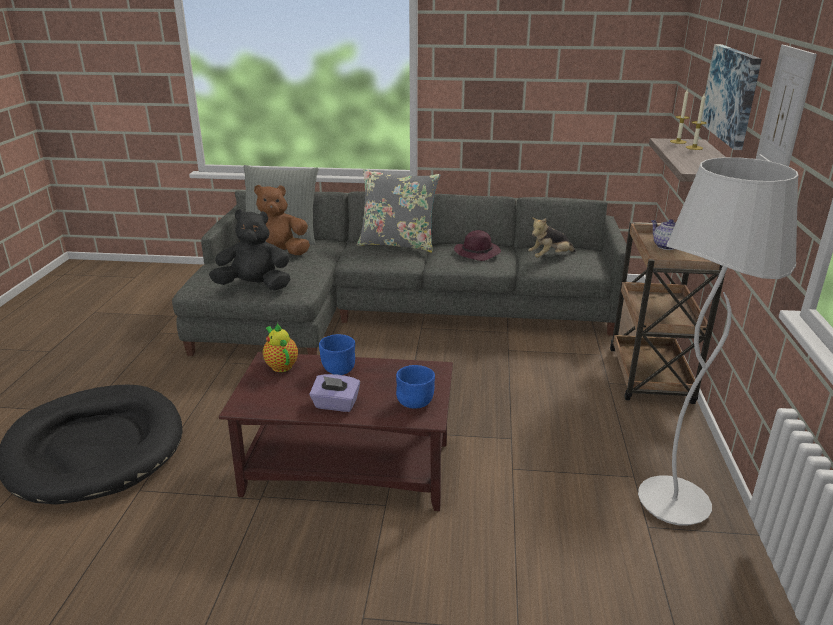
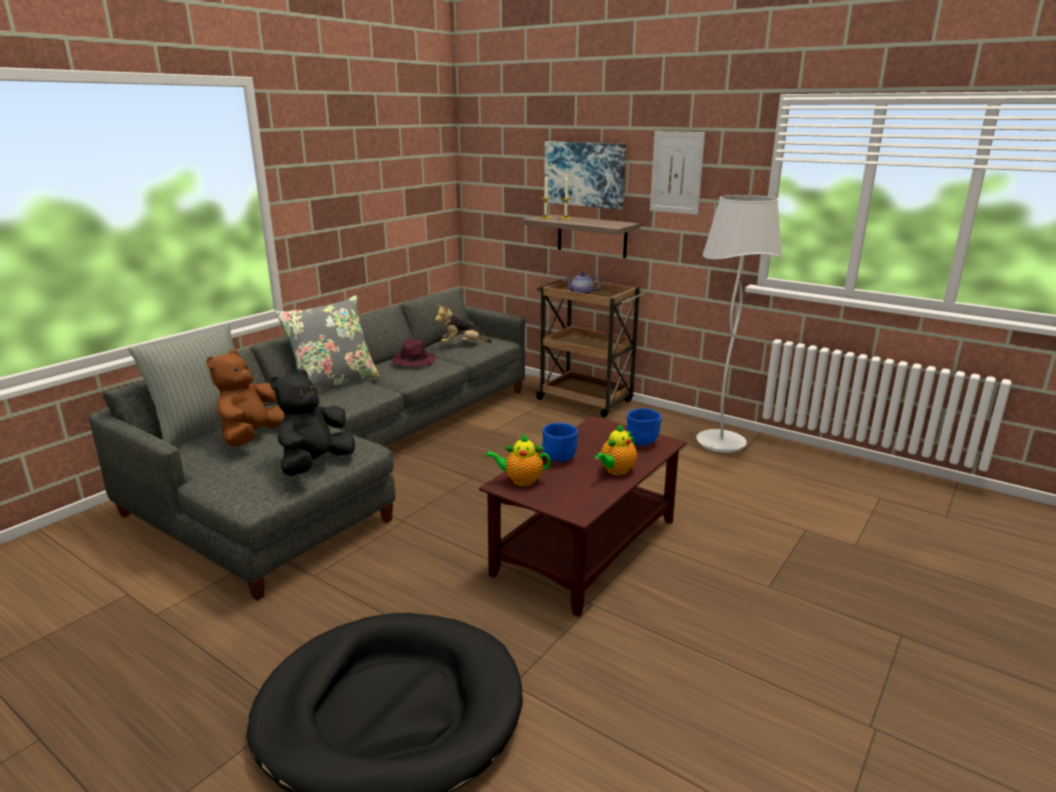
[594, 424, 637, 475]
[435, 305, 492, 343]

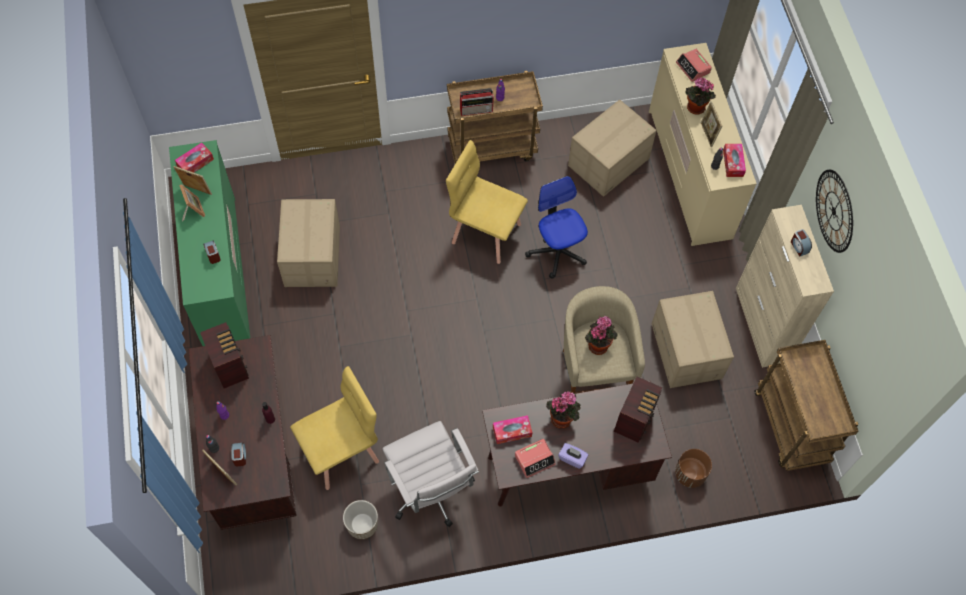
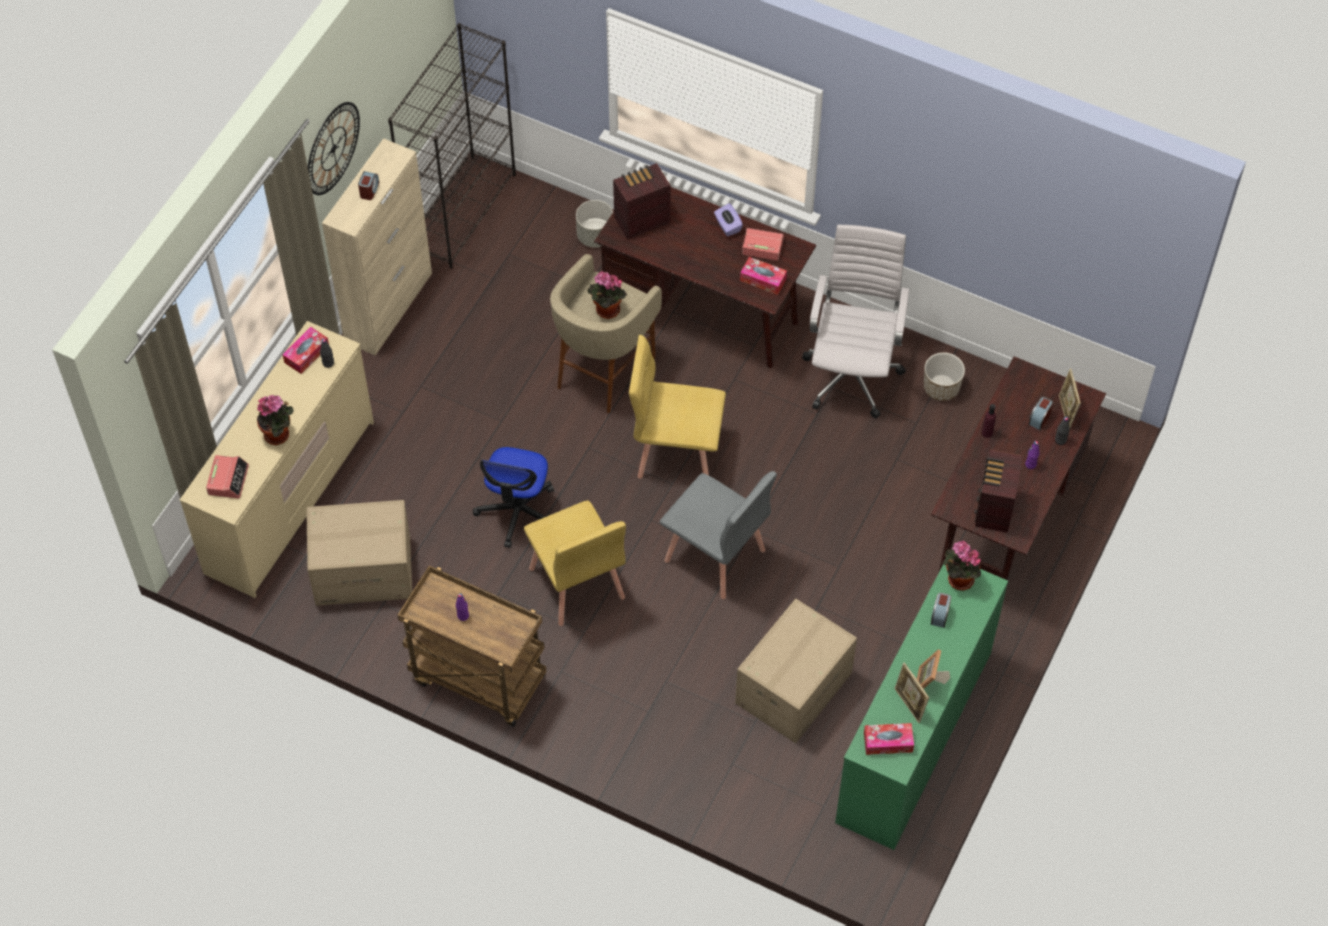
[629, 335, 726, 479]
[460, 88, 494, 116] (first image)
[943, 541, 981, 591]
[651, 291, 734, 388] (first image)
[576, 200, 613, 248]
[701, 101, 722, 147] (first image)
[388, 23, 516, 269]
[660, 471, 777, 599]

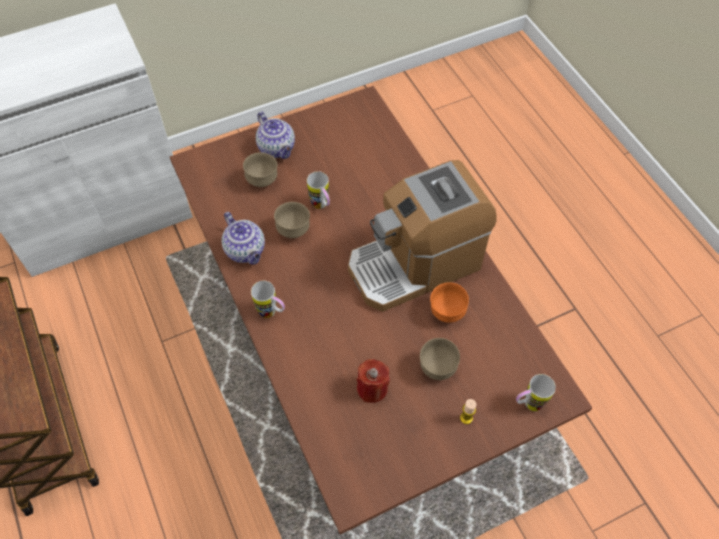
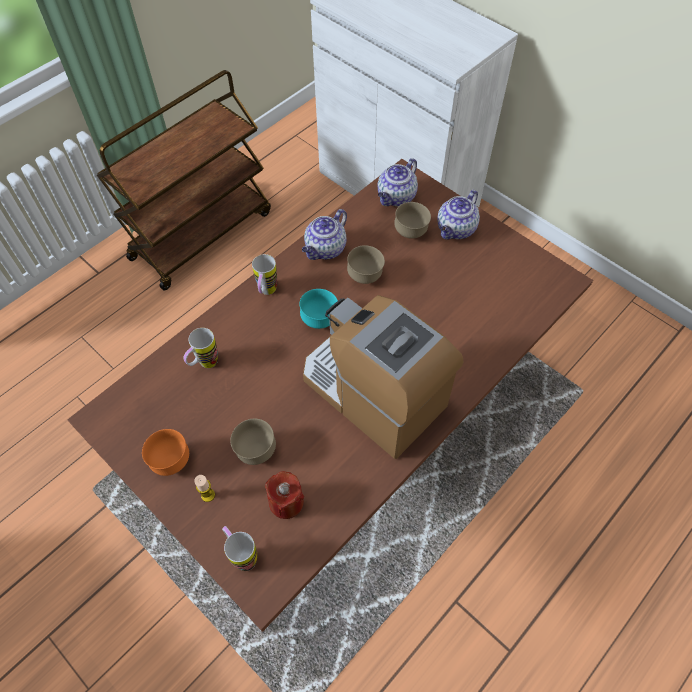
[183, 328, 218, 368]
[265, 471, 304, 519]
[142, 429, 189, 476]
[299, 289, 338, 329]
[378, 158, 418, 206]

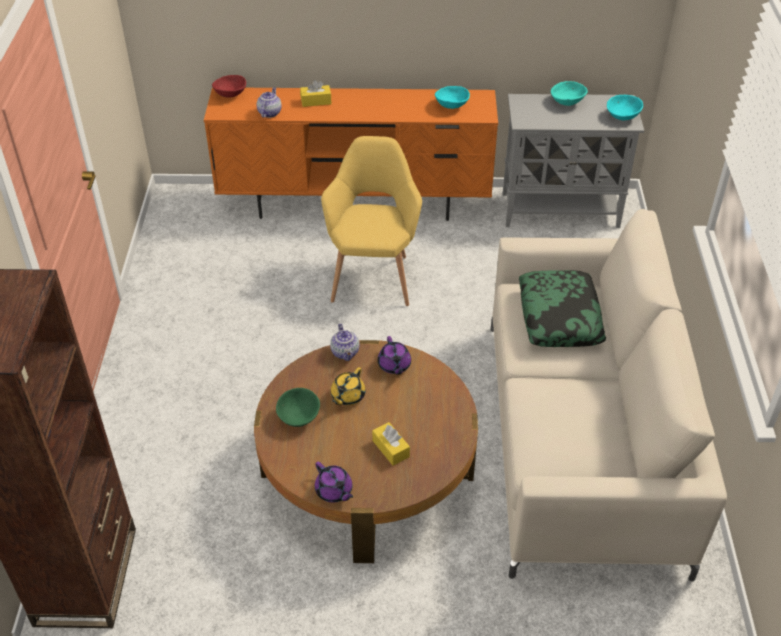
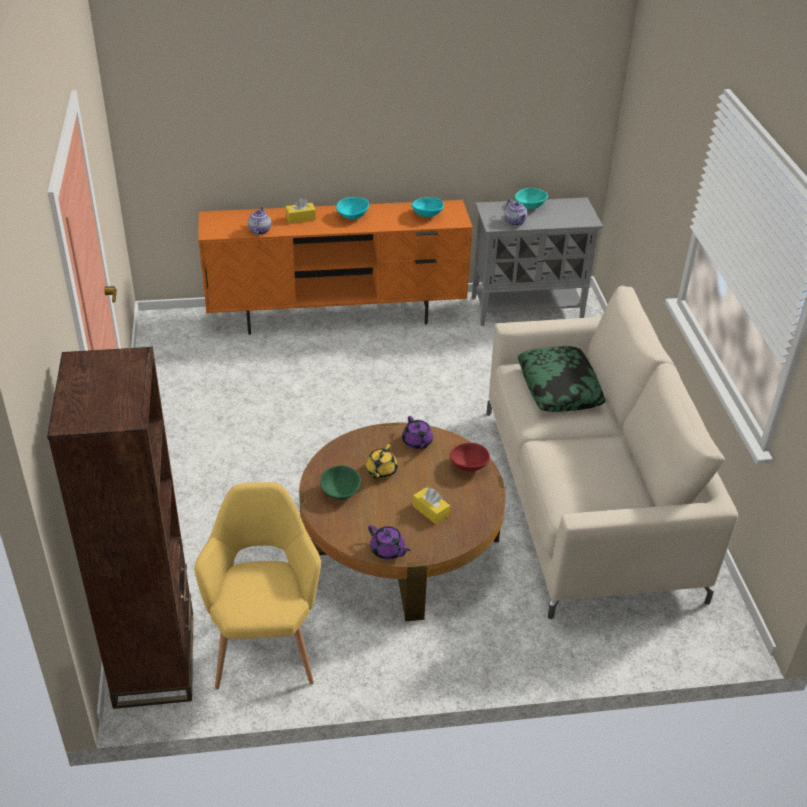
[450, 443, 490, 472]
[194, 482, 321, 689]
[505, 199, 527, 226]
[336, 197, 369, 220]

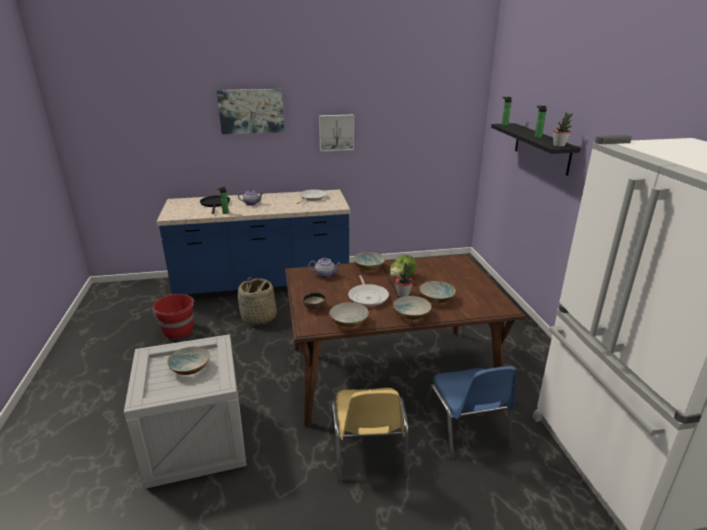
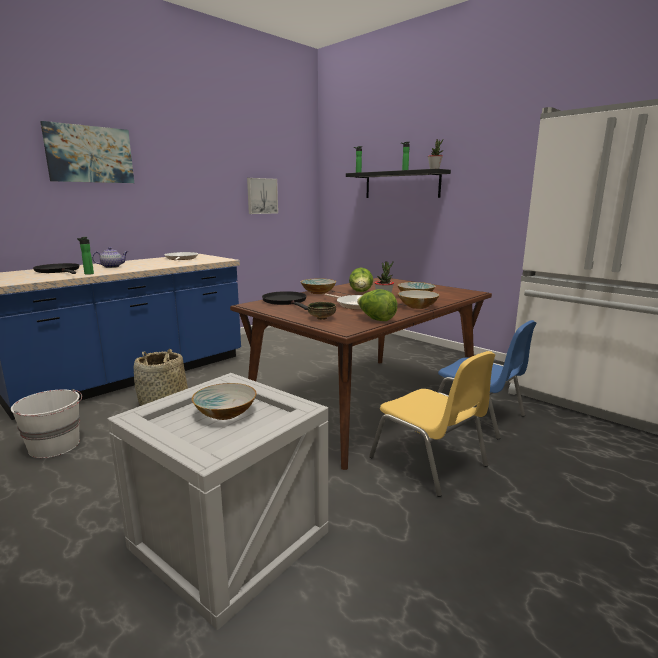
[11, 389, 82, 458]
[262, 291, 308, 310]
[247, 178, 278, 214]
[357, 289, 398, 321]

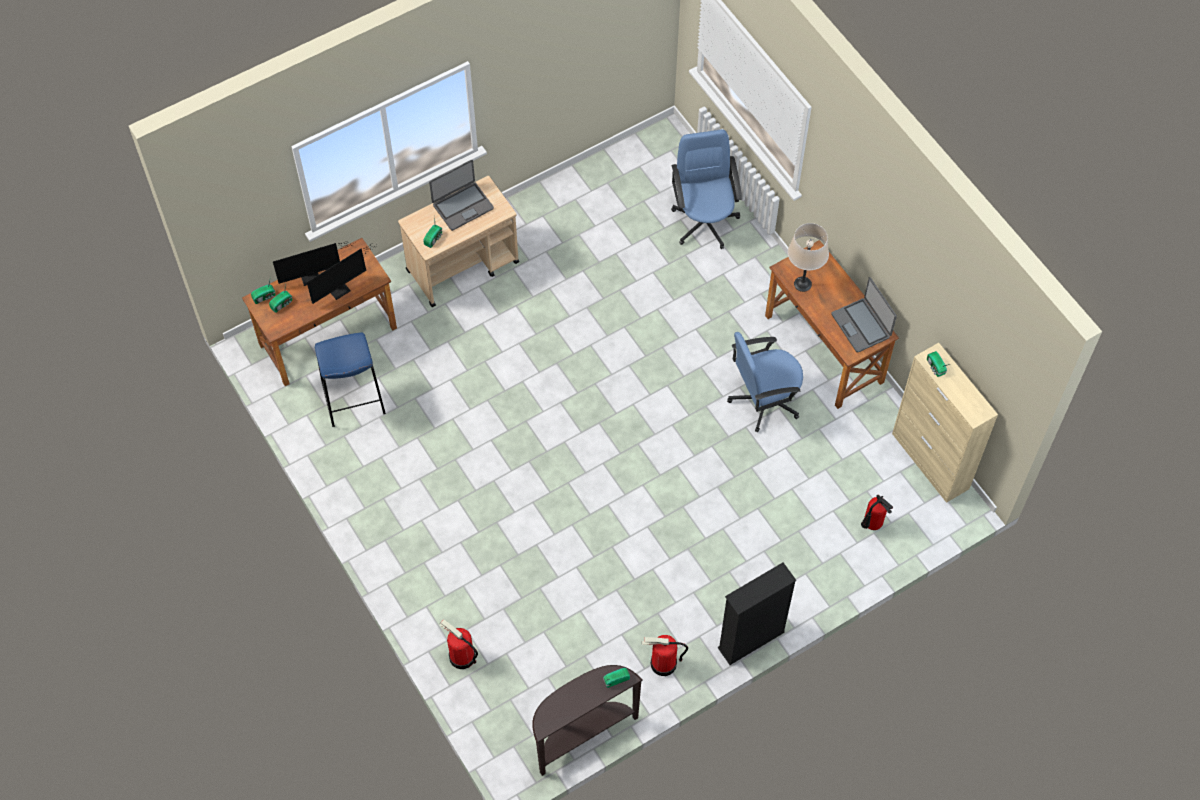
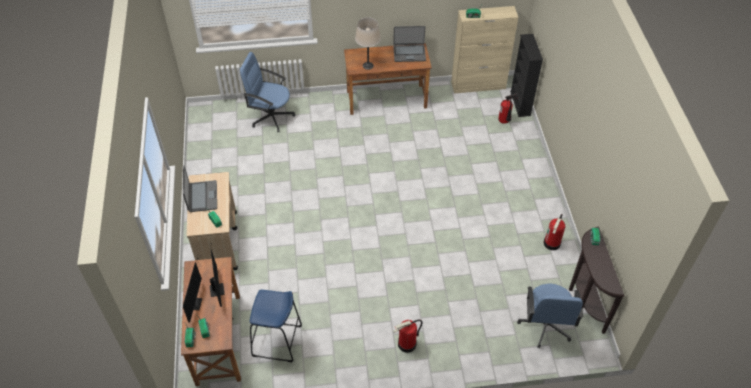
[393, 320, 423, 353]
[510, 34, 543, 117]
[517, 284, 583, 348]

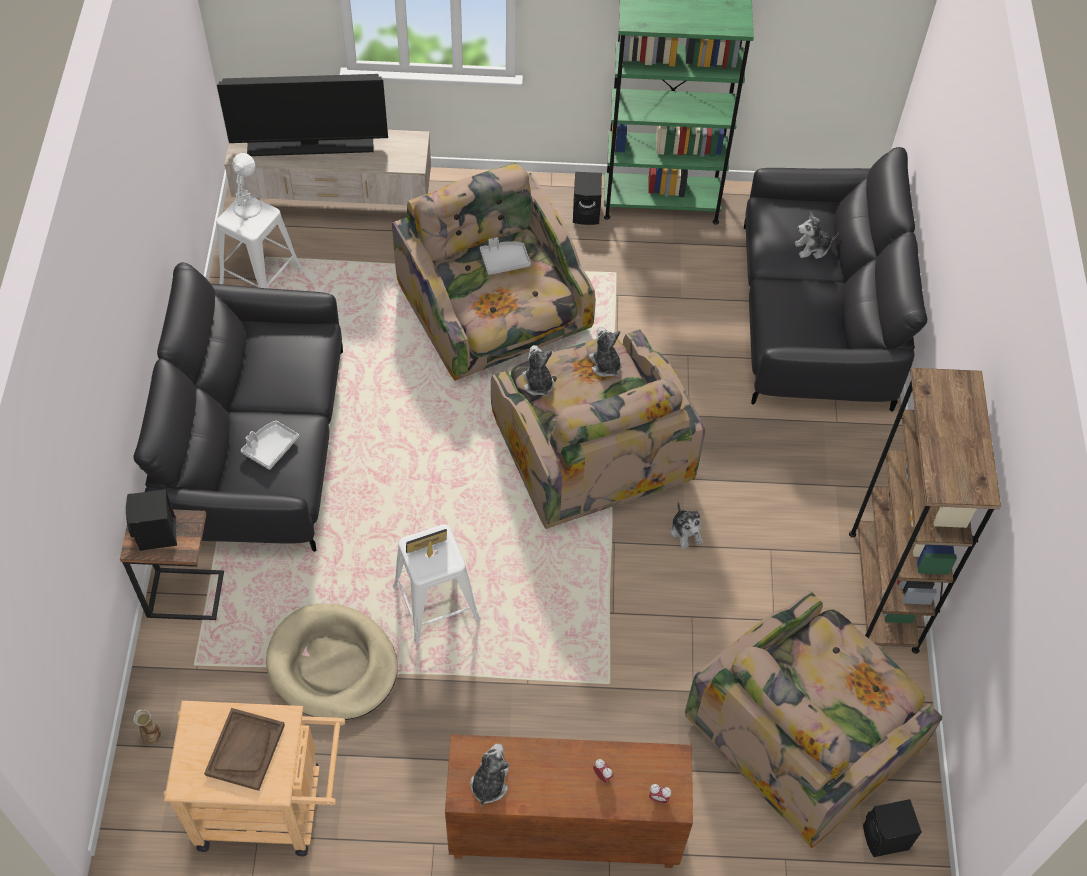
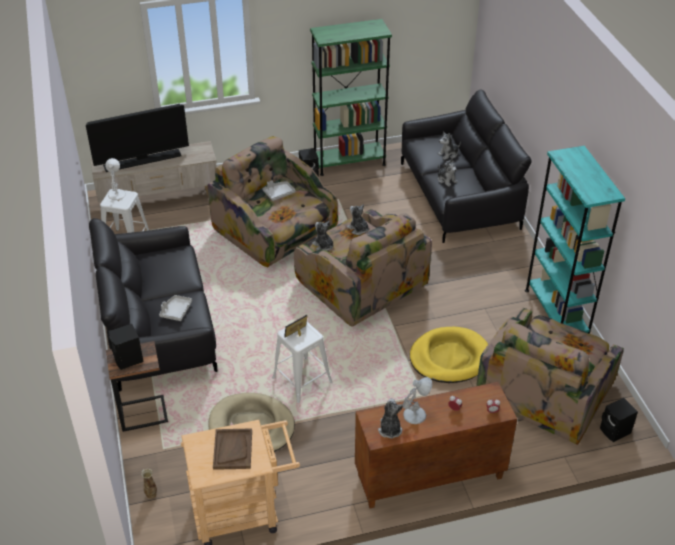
[438, 158, 458, 187]
[525, 146, 625, 334]
[403, 377, 432, 424]
[410, 327, 488, 383]

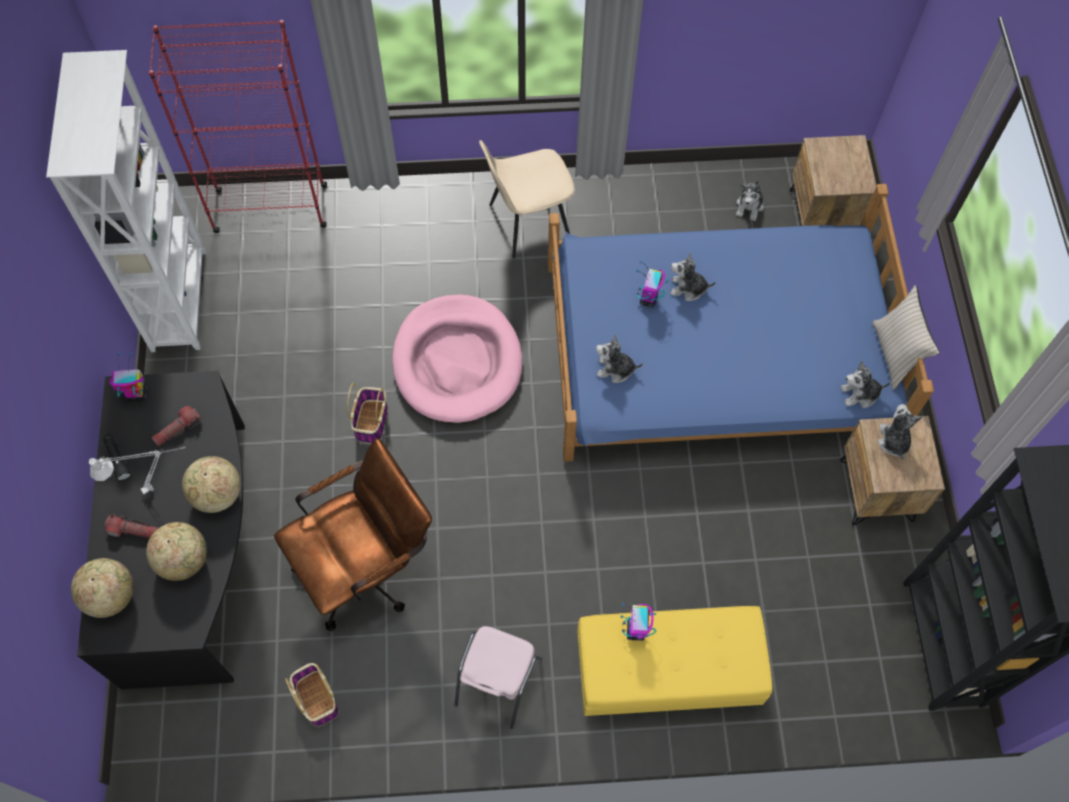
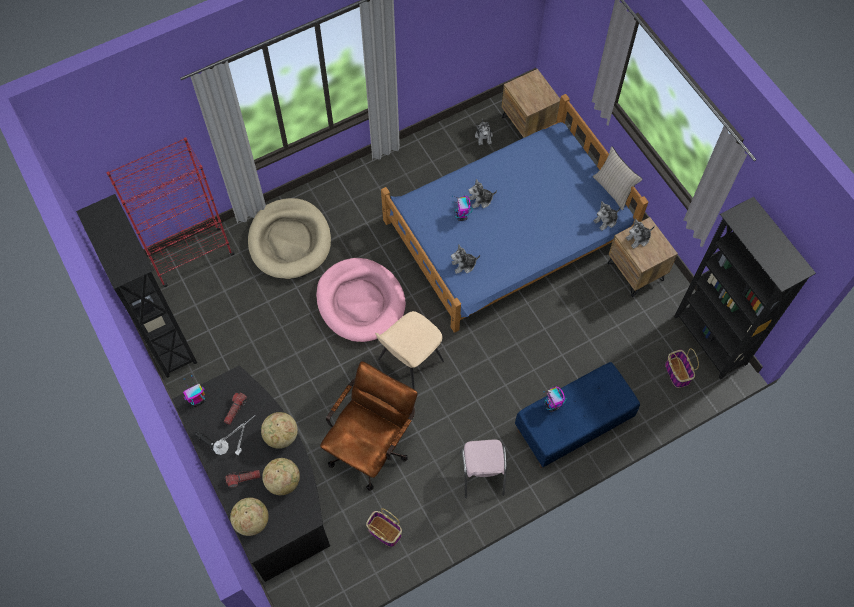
[76, 194, 197, 378]
[665, 348, 699, 388]
[375, 311, 444, 390]
[515, 362, 640, 468]
[626, 219, 655, 249]
[248, 198, 331, 279]

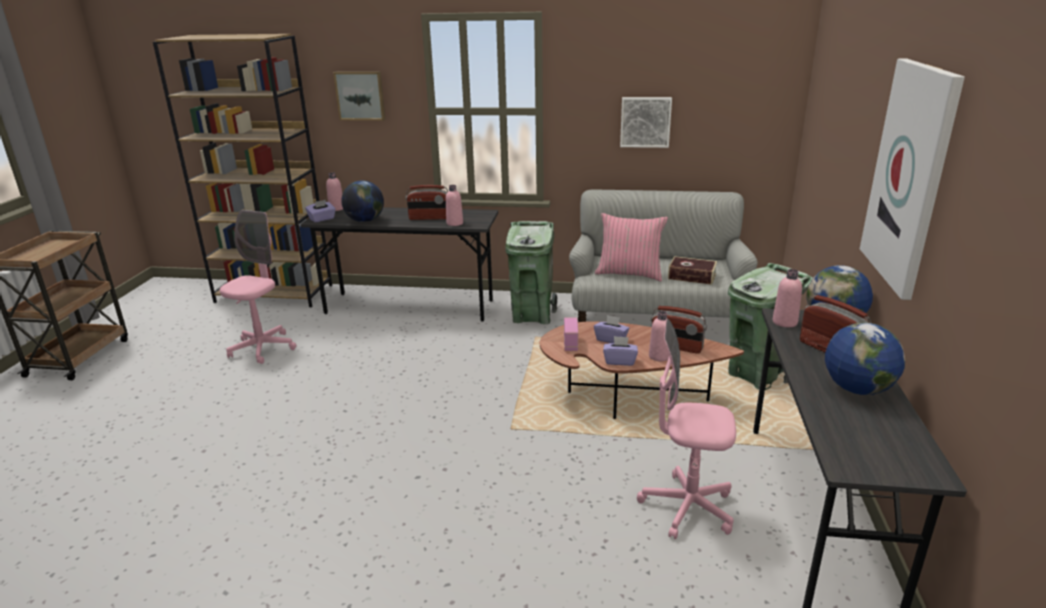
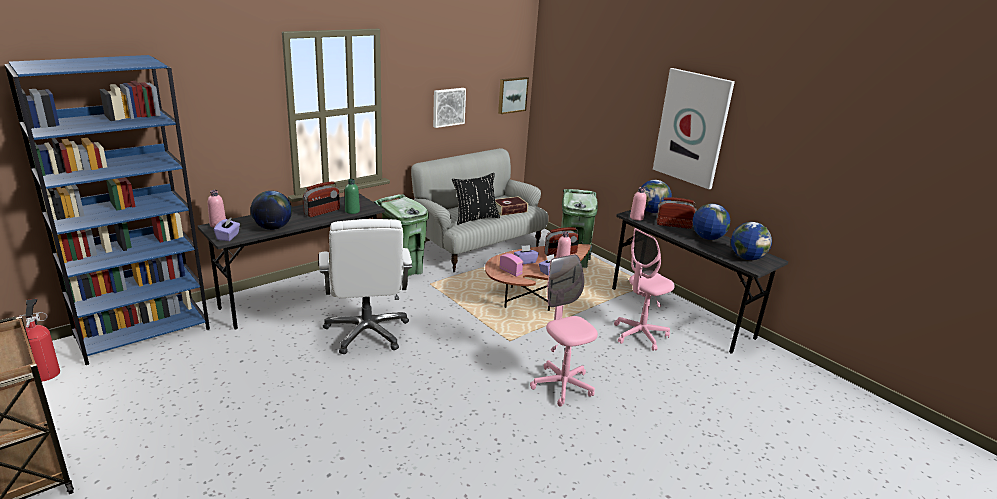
[4, 55, 210, 365]
[530, 254, 598, 407]
[498, 77, 529, 114]
[345, 179, 360, 214]
[452, 173, 500, 225]
[19, 299, 60, 381]
[319, 219, 412, 354]
[731, 222, 772, 260]

